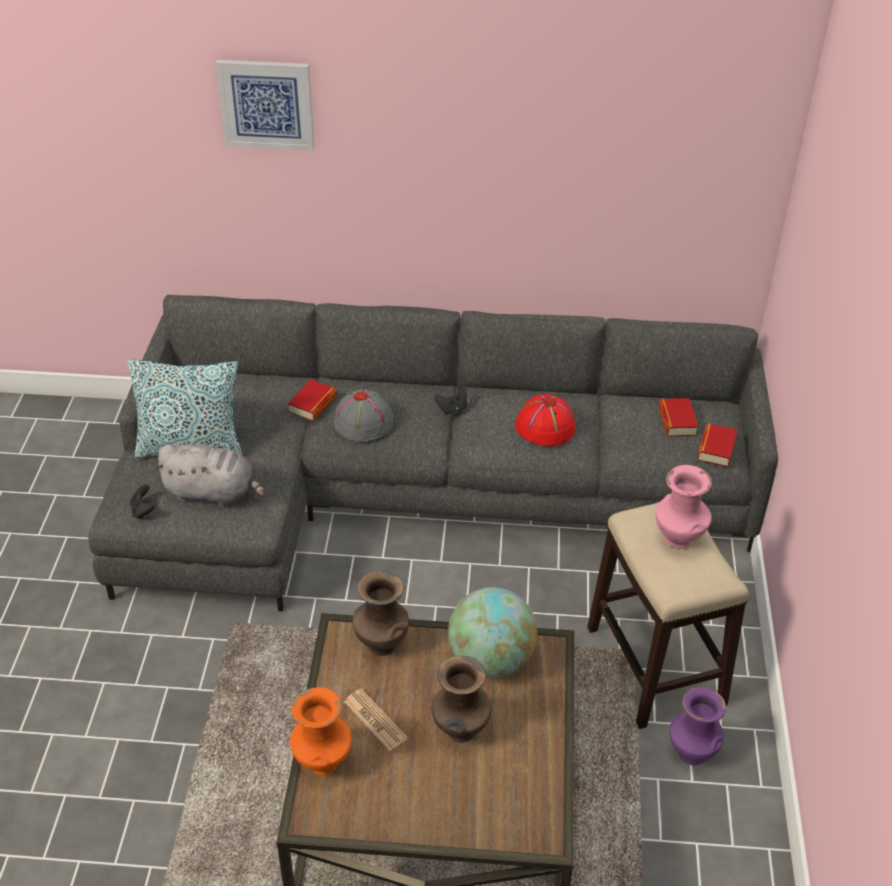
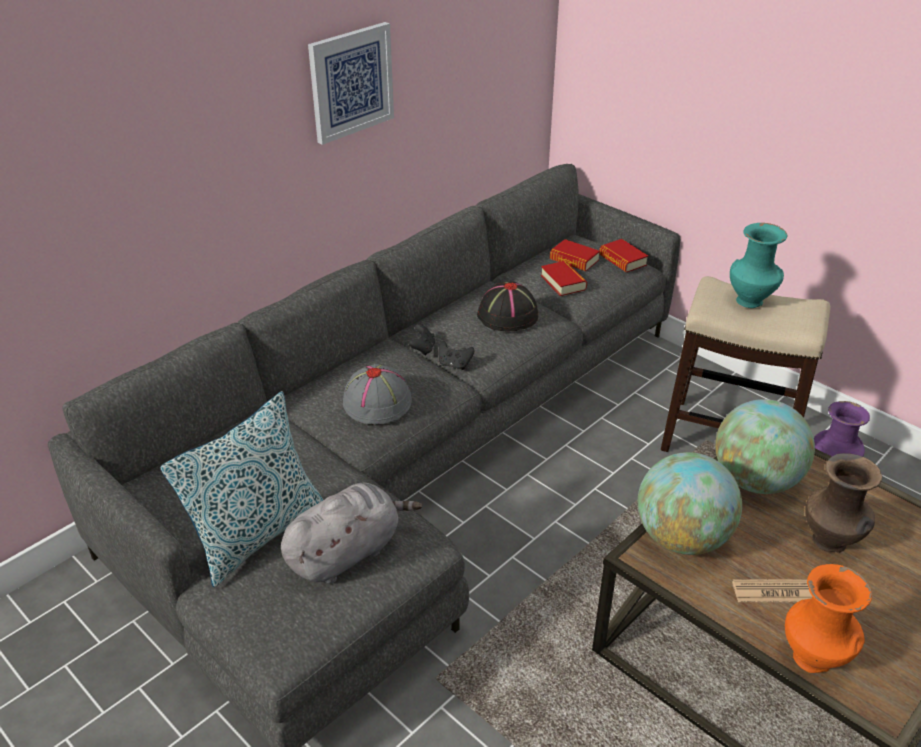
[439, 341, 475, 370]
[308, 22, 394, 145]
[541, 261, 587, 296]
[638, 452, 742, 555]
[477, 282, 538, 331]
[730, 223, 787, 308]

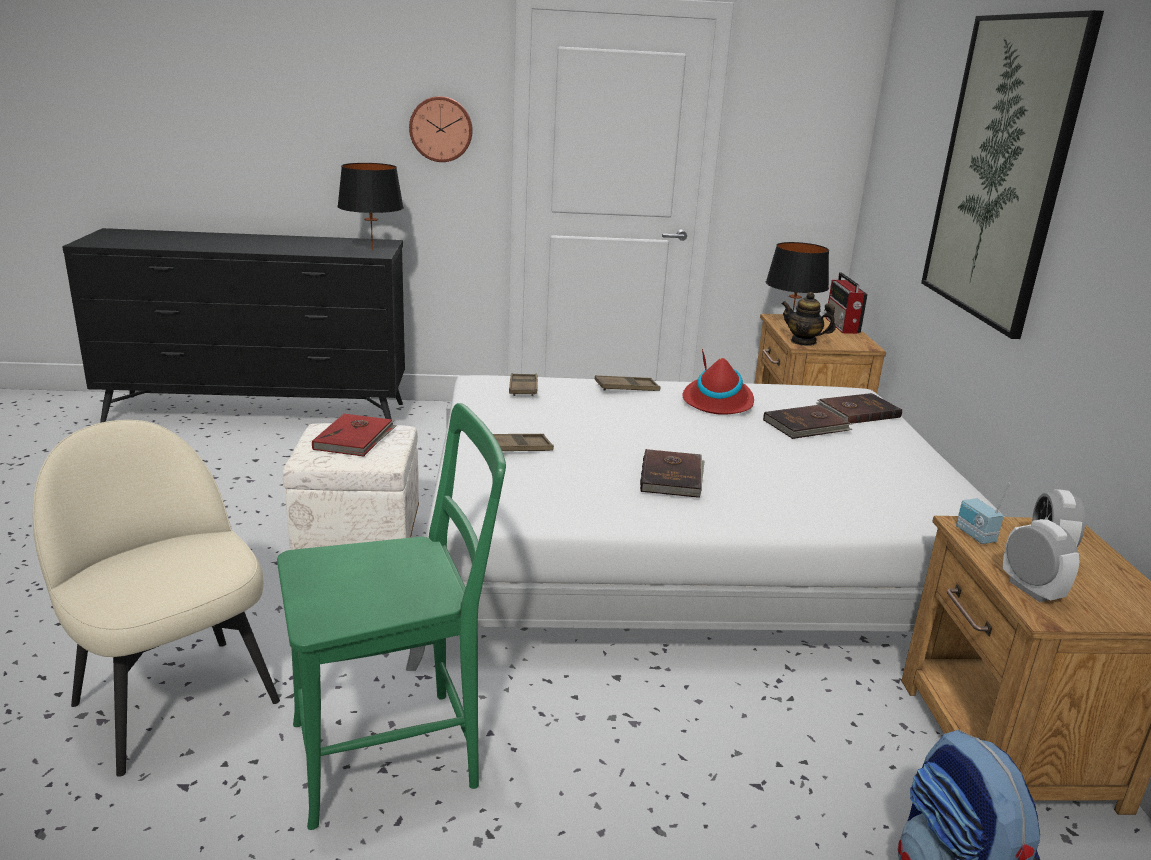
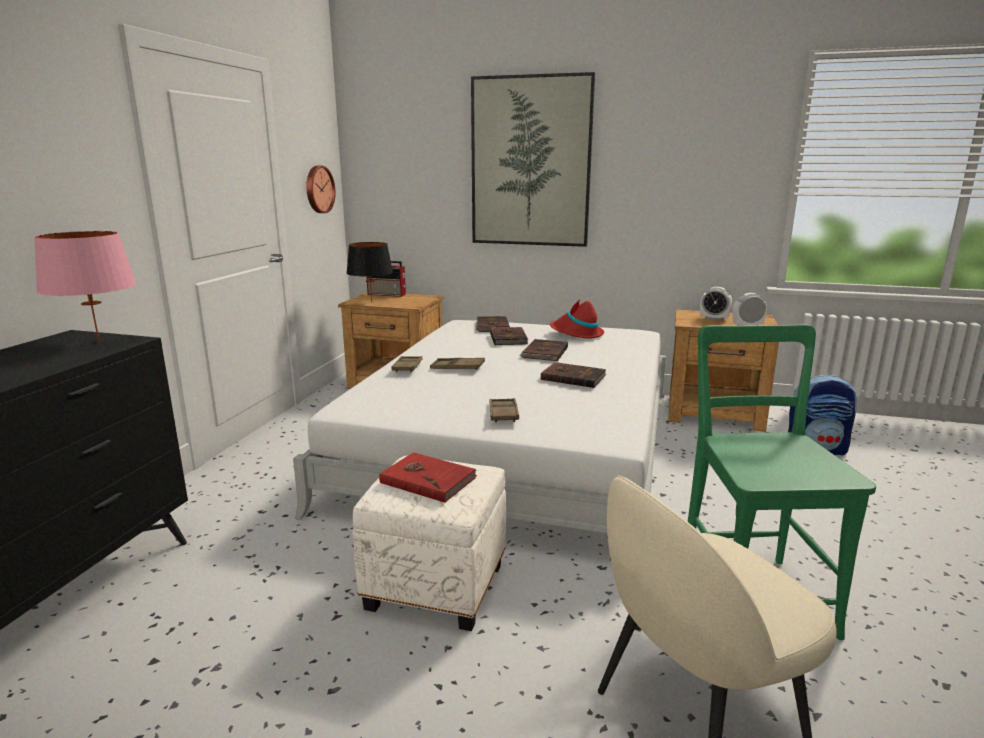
[34, 231, 137, 342]
[306, 166, 336, 213]
[430, 358, 485, 370]
[550, 300, 604, 339]
[781, 292, 836, 346] (first image)
[956, 483, 1011, 544] (first image)
[519, 339, 568, 361]

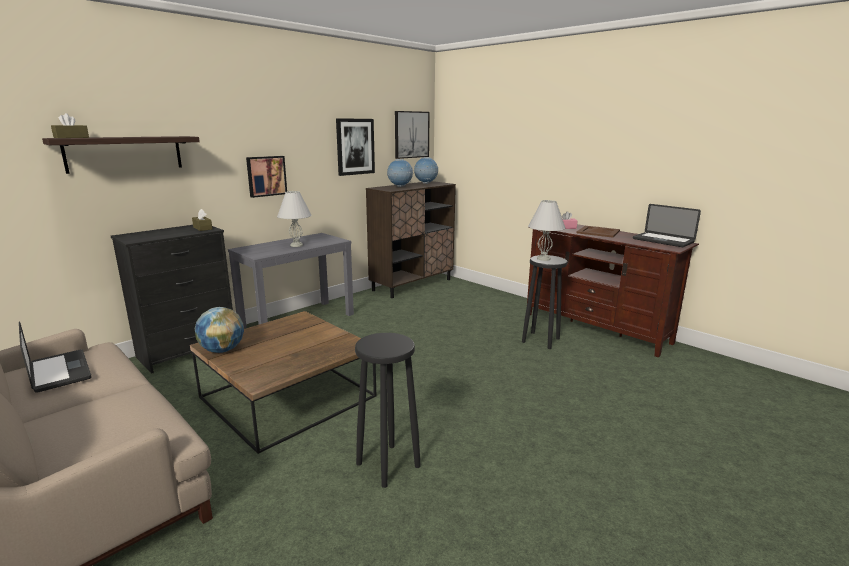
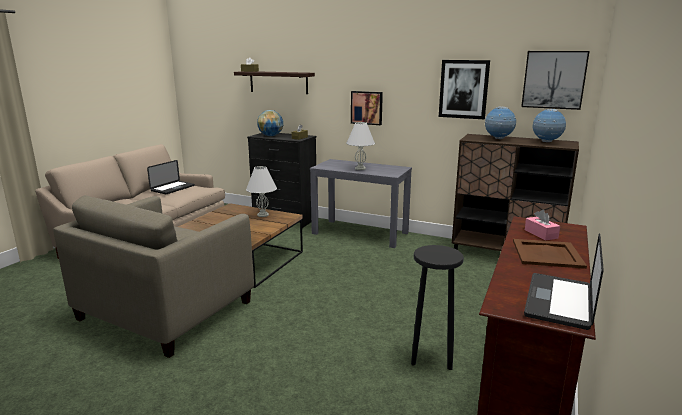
[257, 110, 283, 136]
[53, 195, 254, 358]
[246, 166, 277, 217]

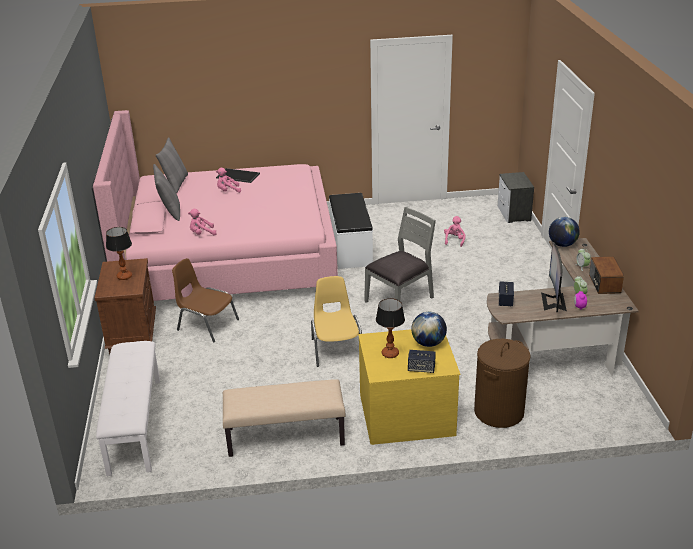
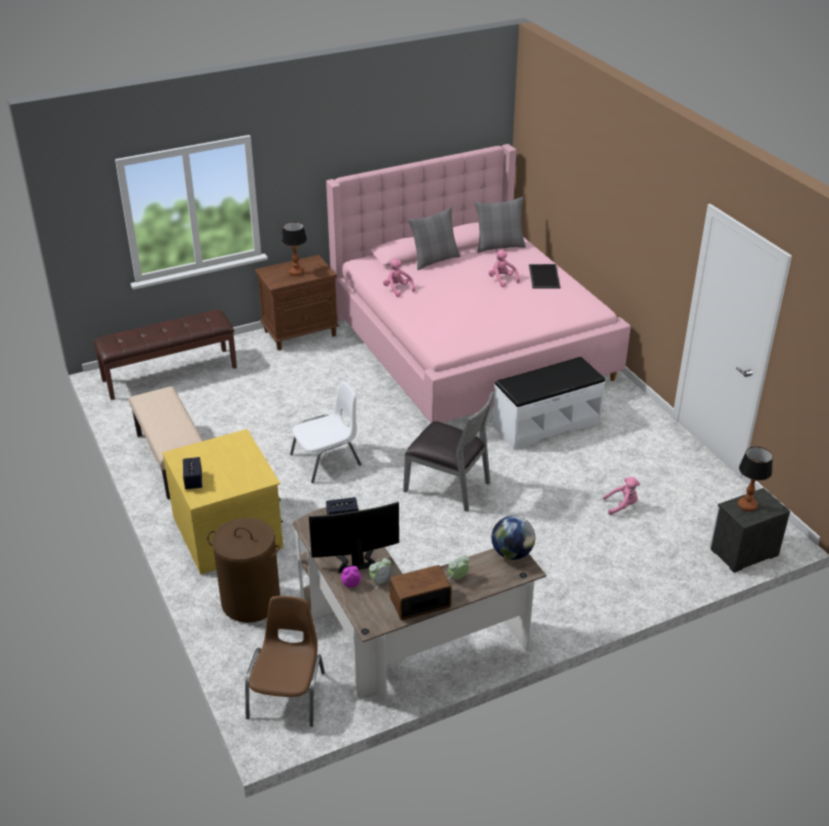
[93, 310, 237, 400]
[245, 596, 325, 727]
[290, 381, 361, 483]
[738, 446, 773, 511]
[411, 312, 447, 347] (first image)

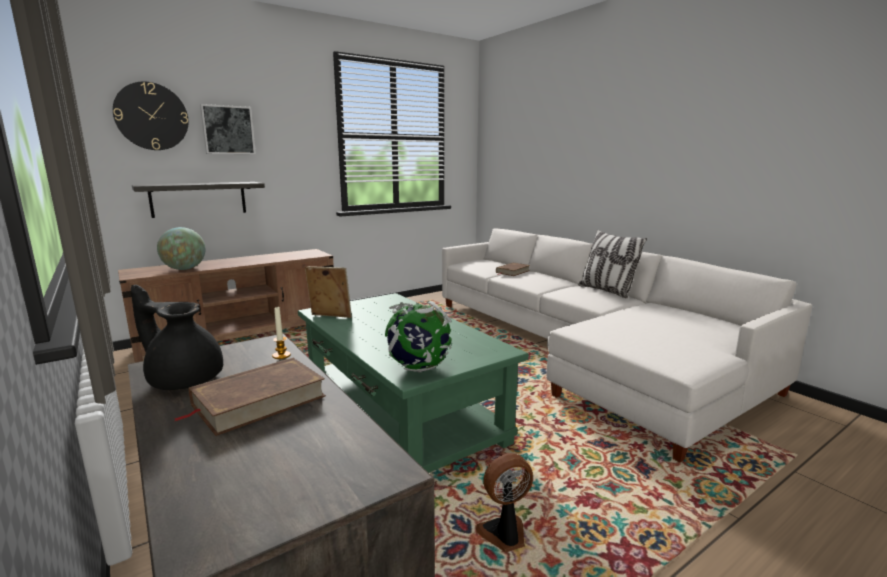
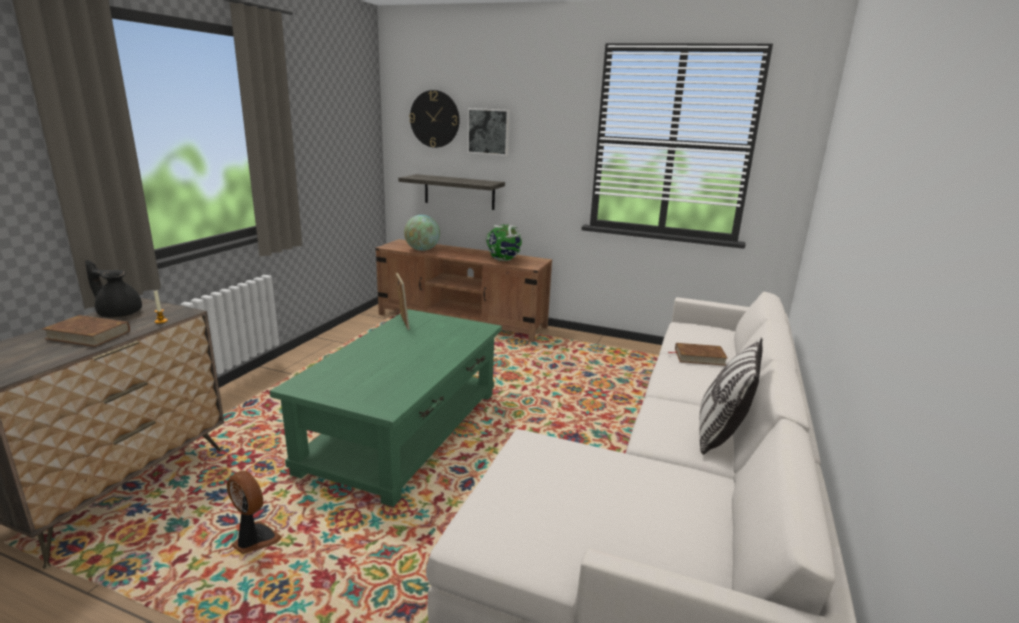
[85, 260, 142, 318]
[486, 224, 522, 261]

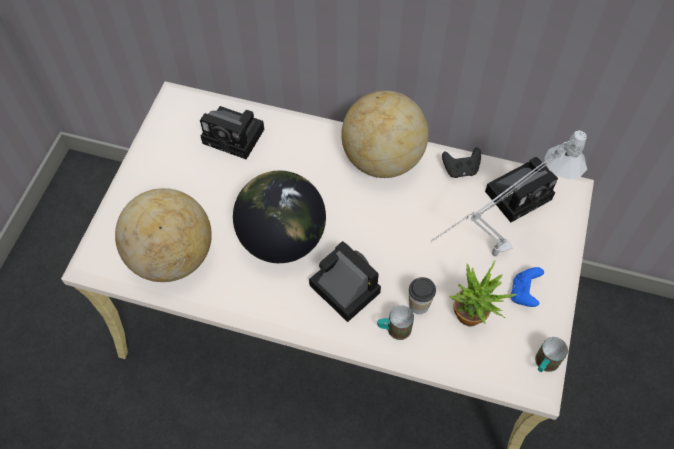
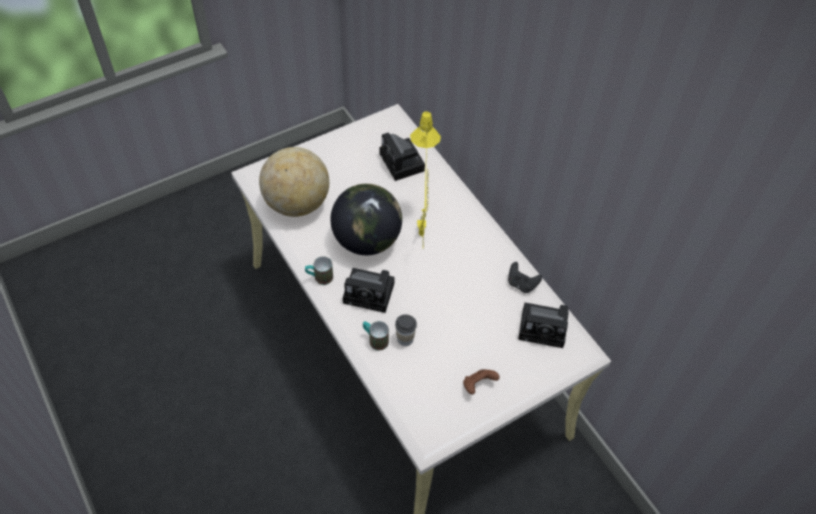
[343, 268, 395, 313]
[341, 90, 429, 178] (first image)
[430, 130, 587, 256] (first image)
[449, 261, 517, 327] (first image)
[463, 369, 500, 395]
[305, 256, 333, 285]
[410, 111, 441, 250]

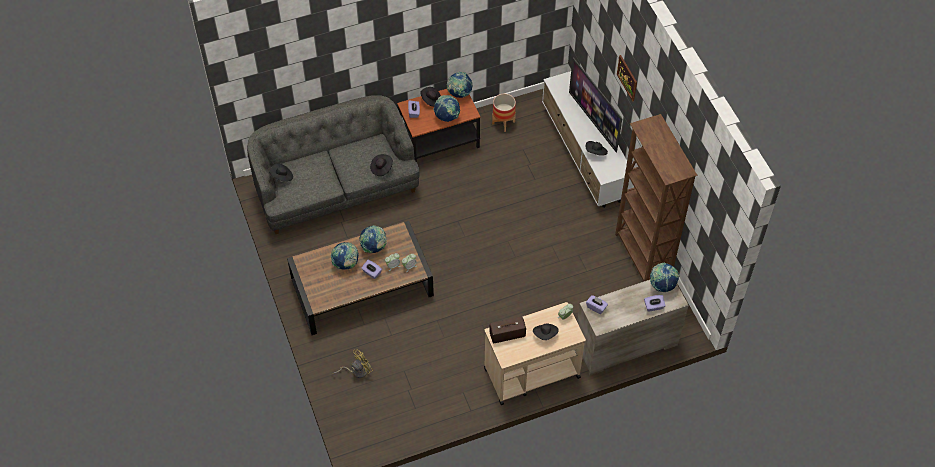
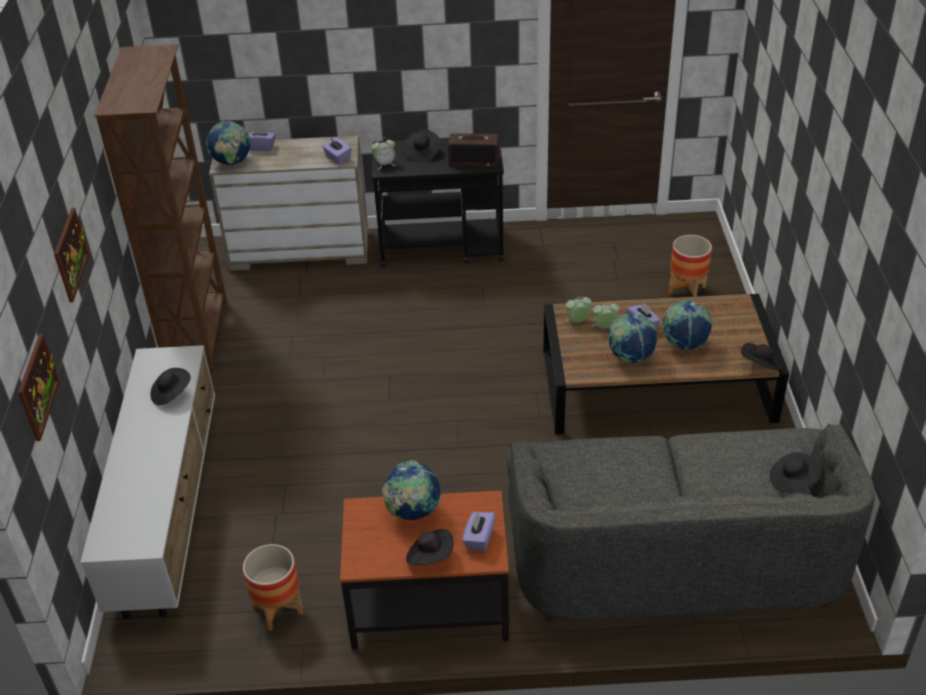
[668, 235, 712, 297]
[741, 343, 783, 370]
[447, 72, 472, 98] (first image)
[372, 138, 504, 267]
[569, 58, 622, 153] (first image)
[18, 334, 60, 441]

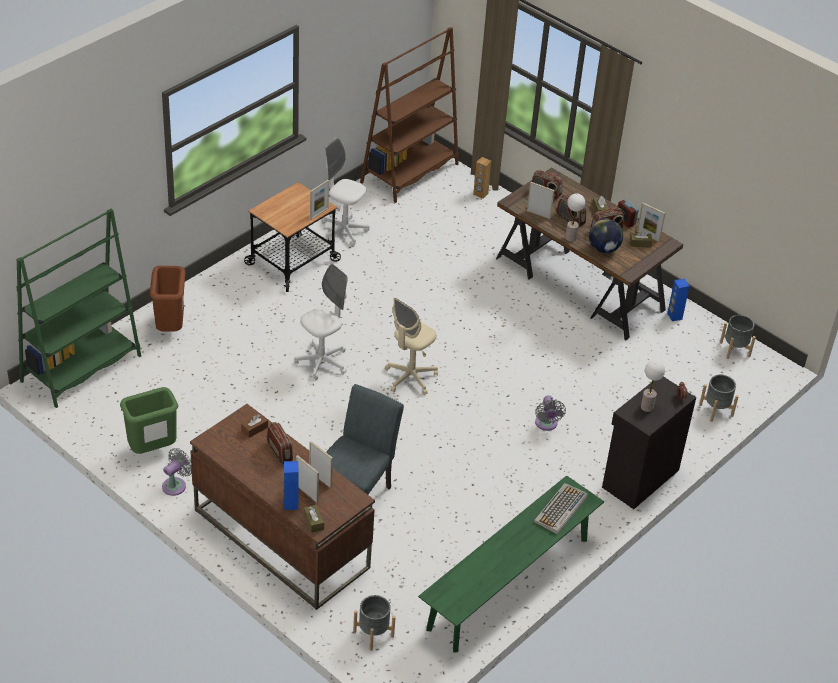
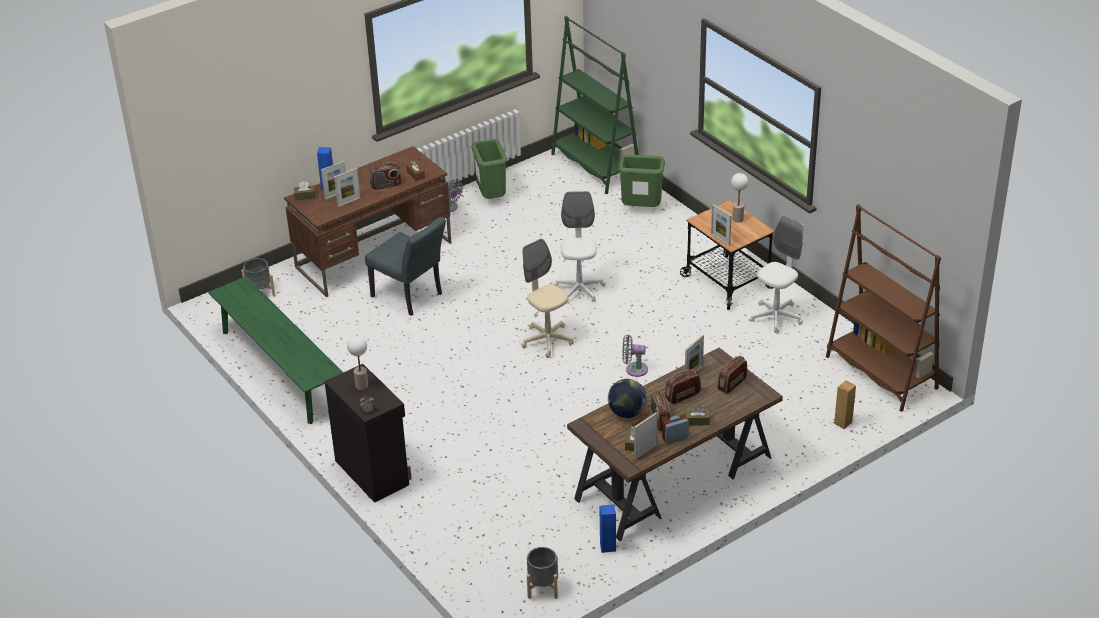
[619, 154, 665, 207]
[554, 191, 605, 302]
[534, 483, 588, 535] (first image)
[622, 335, 648, 377]
[731, 173, 749, 223]
[699, 375, 739, 422] (first image)

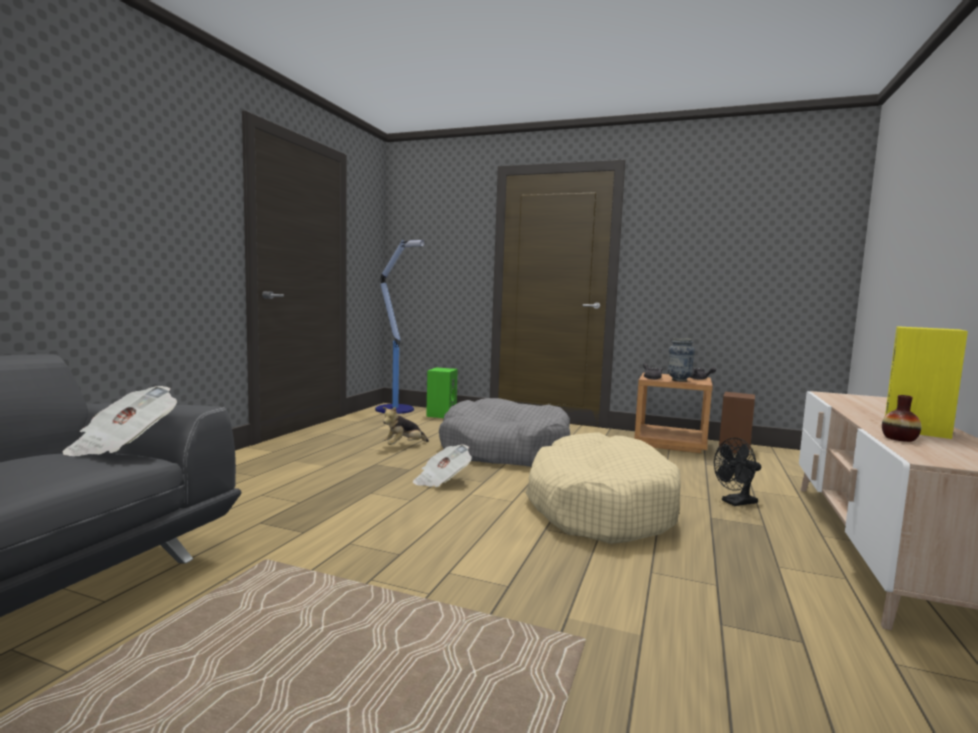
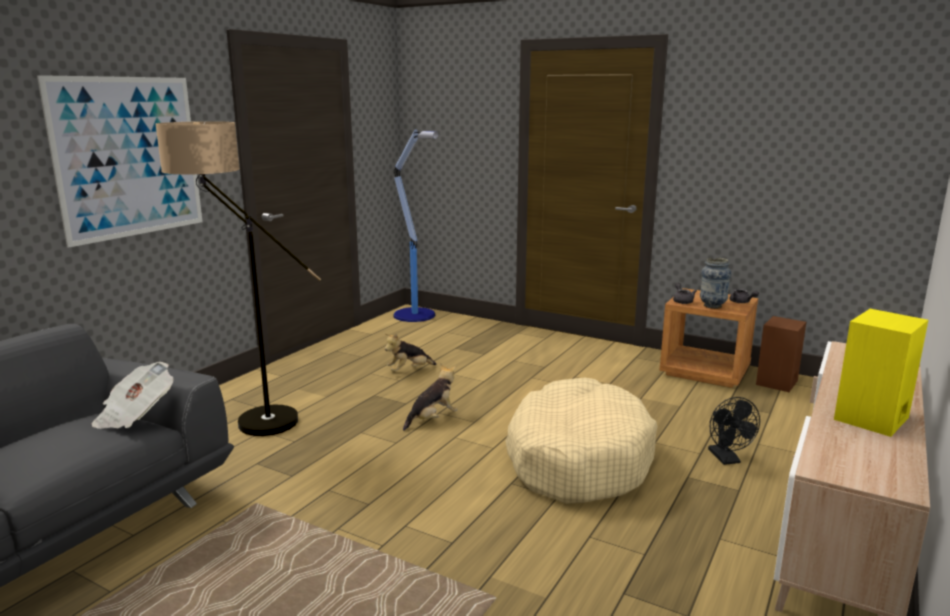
[403, 363, 458, 431]
[426, 368, 458, 418] (first image)
[439, 398, 570, 467] (first image)
[708, 397, 760, 465]
[882, 395, 921, 442] (first image)
[37, 75, 203, 248]
[156, 121, 321, 436]

